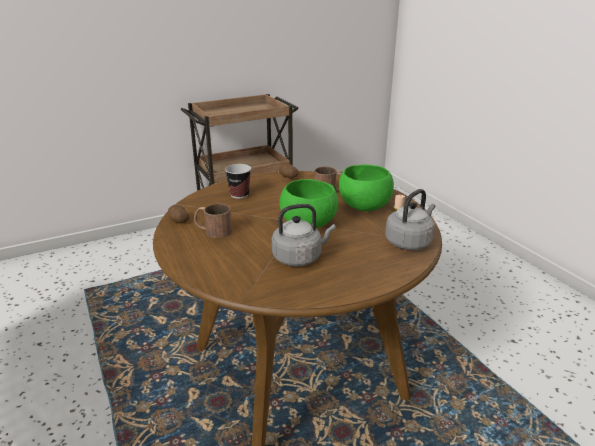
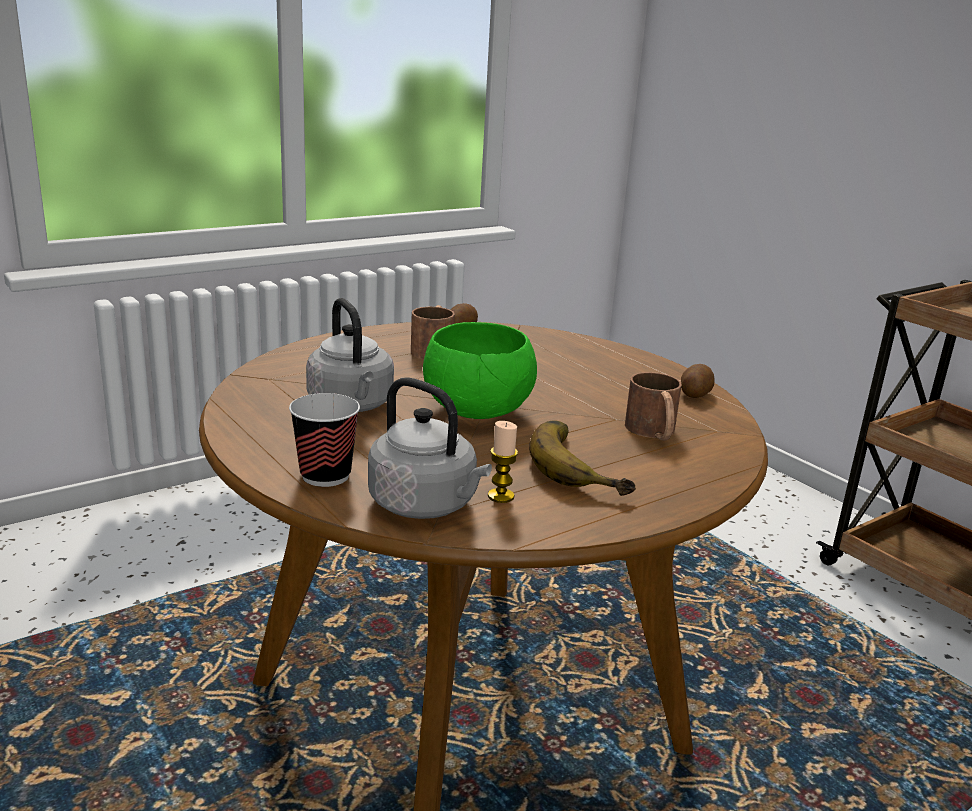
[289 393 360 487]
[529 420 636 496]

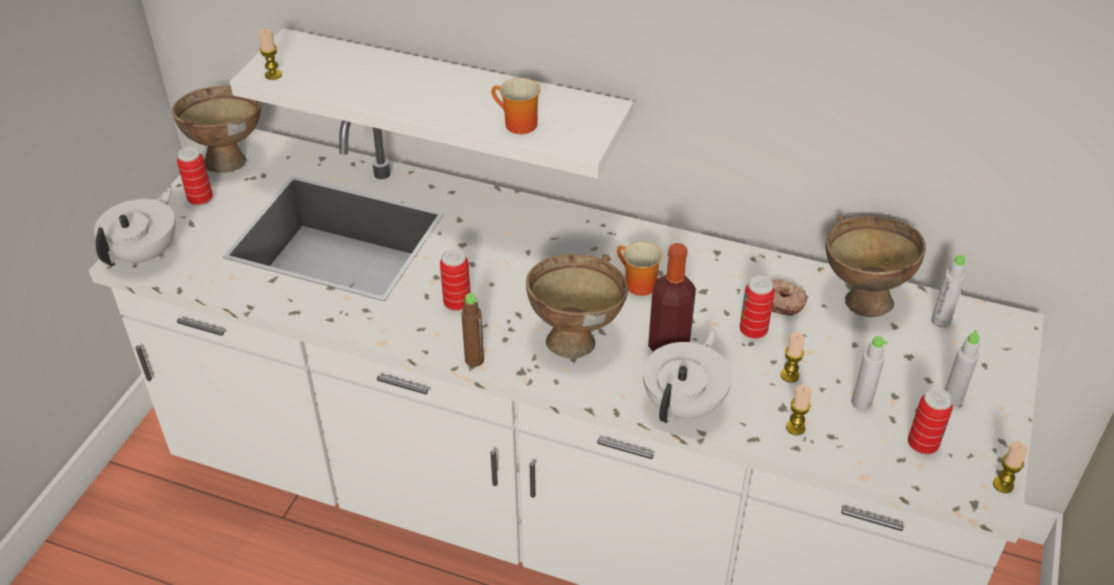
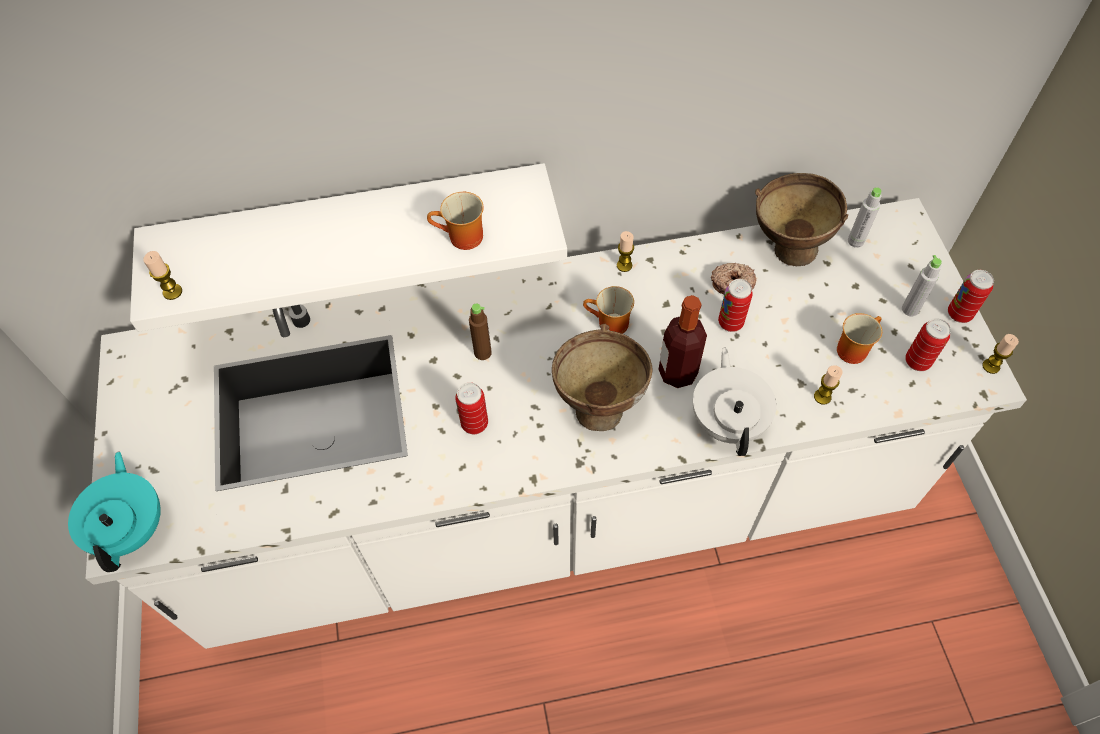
[172 86 261 173] (first image)
[948 270 994 323]
[469 303 492 360]
[617 231 634 272]
[837 313 882 364]
[68 452 161 572]

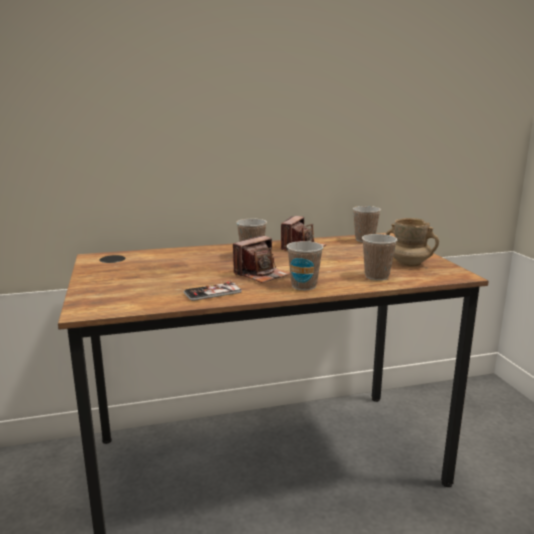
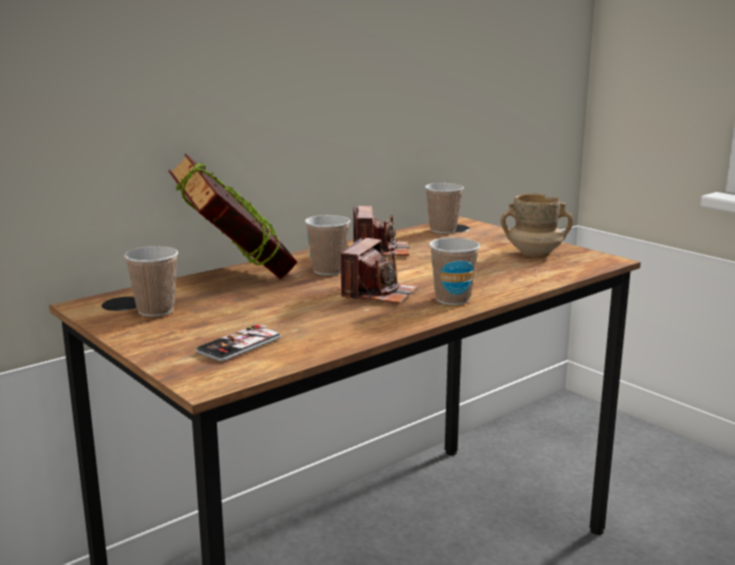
[169 153 297 279]
[196 322 281 361]
[124 246 178 317]

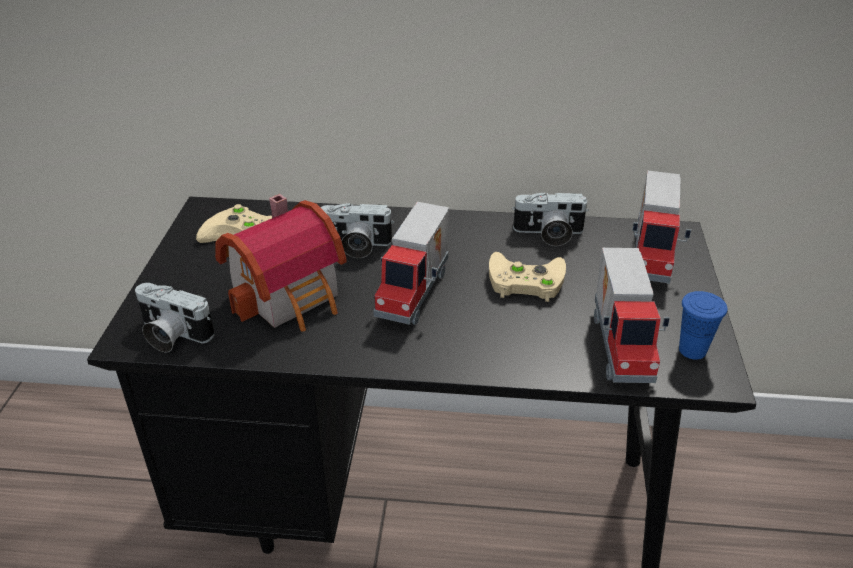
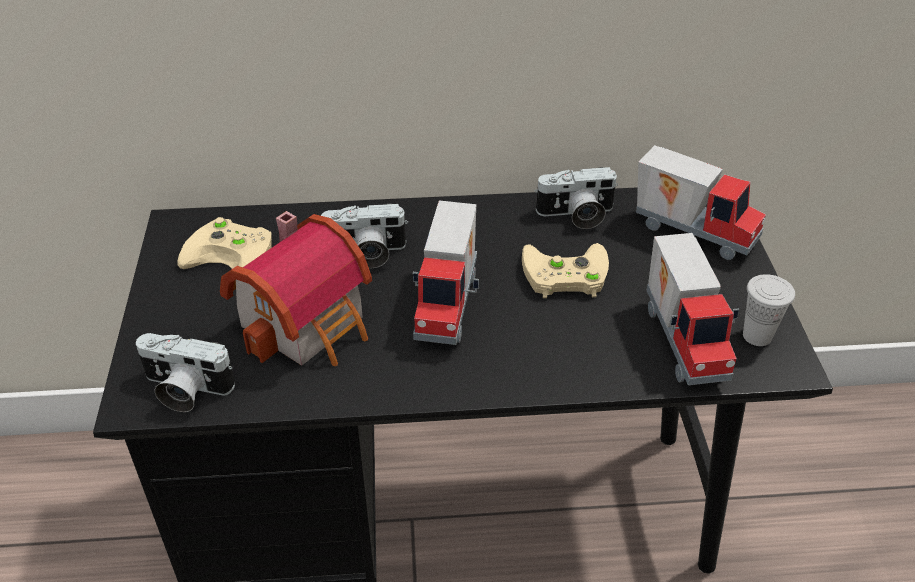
[743 274 795 346]
[636 145 766 260]

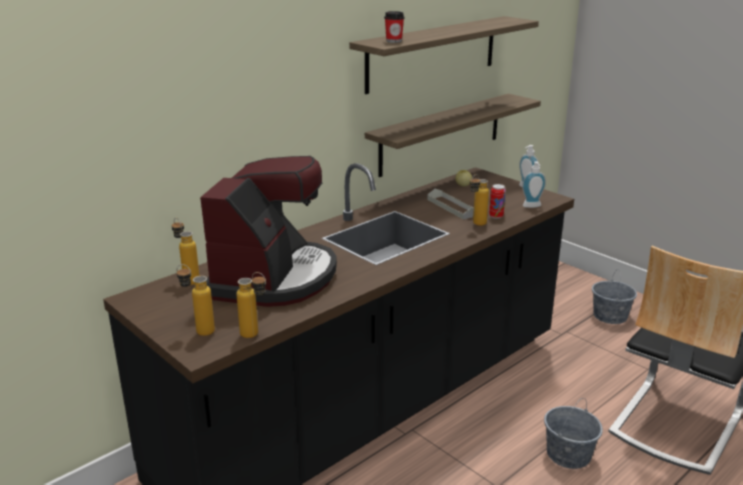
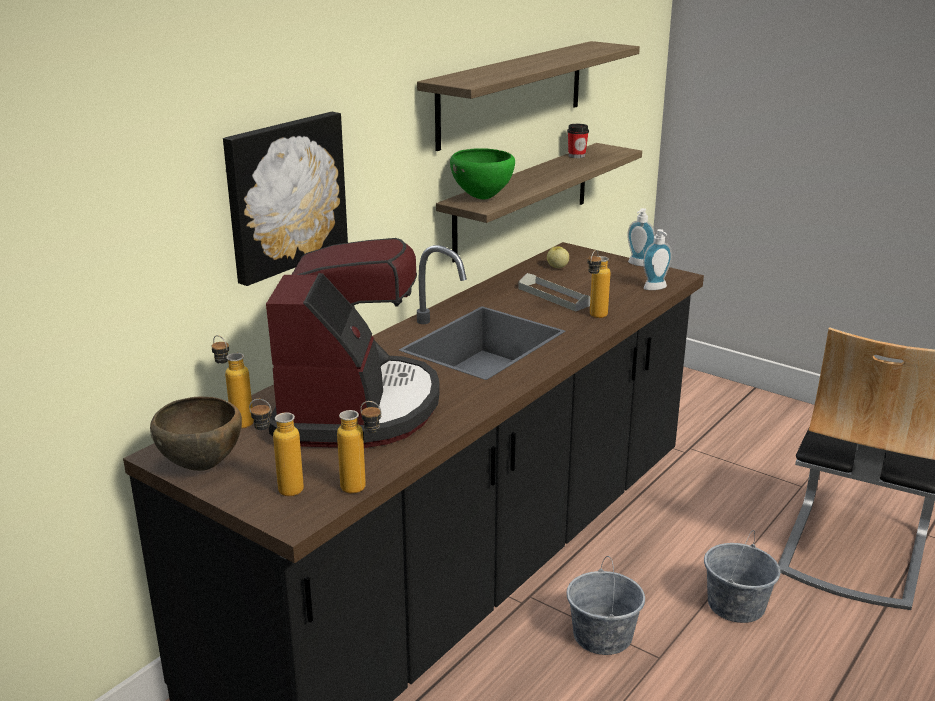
[489 184 506 219] (first image)
[150 396 242 471]
[223 112 348 286]
[450 148 515 199]
[567 124 589 158]
[567 556 645 655]

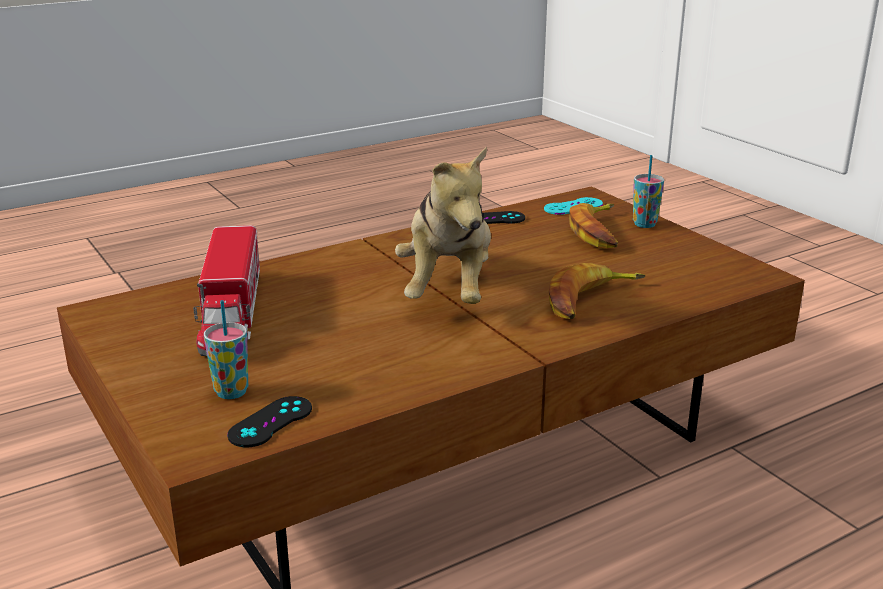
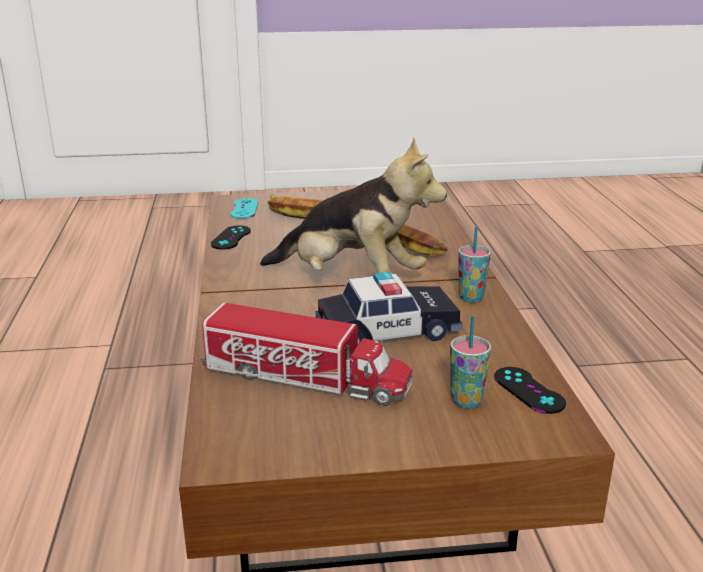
[316 272 463 345]
[459 226 491 302]

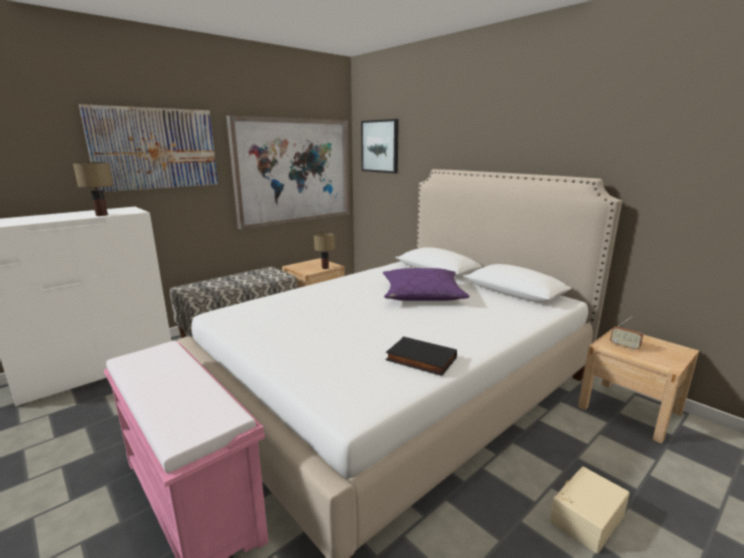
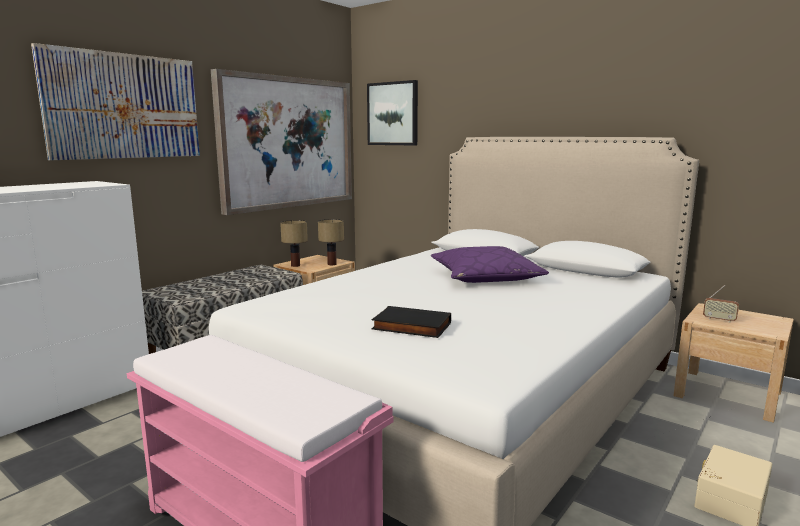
[280 220 308 267]
[372 306 451 338]

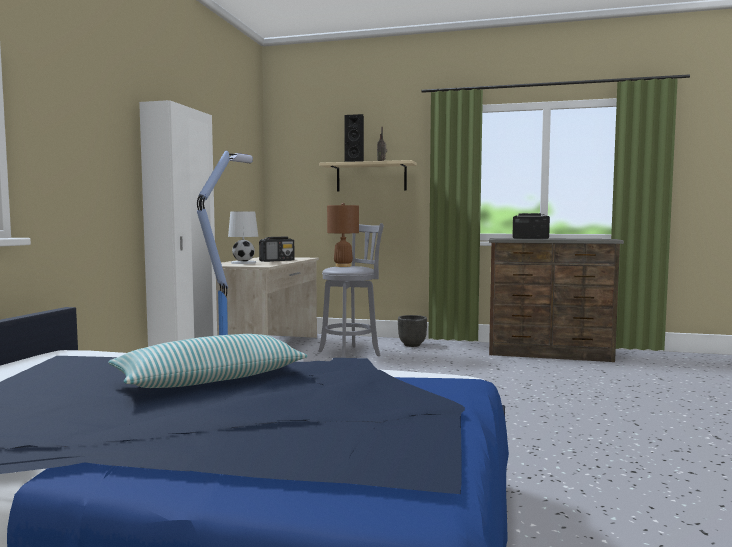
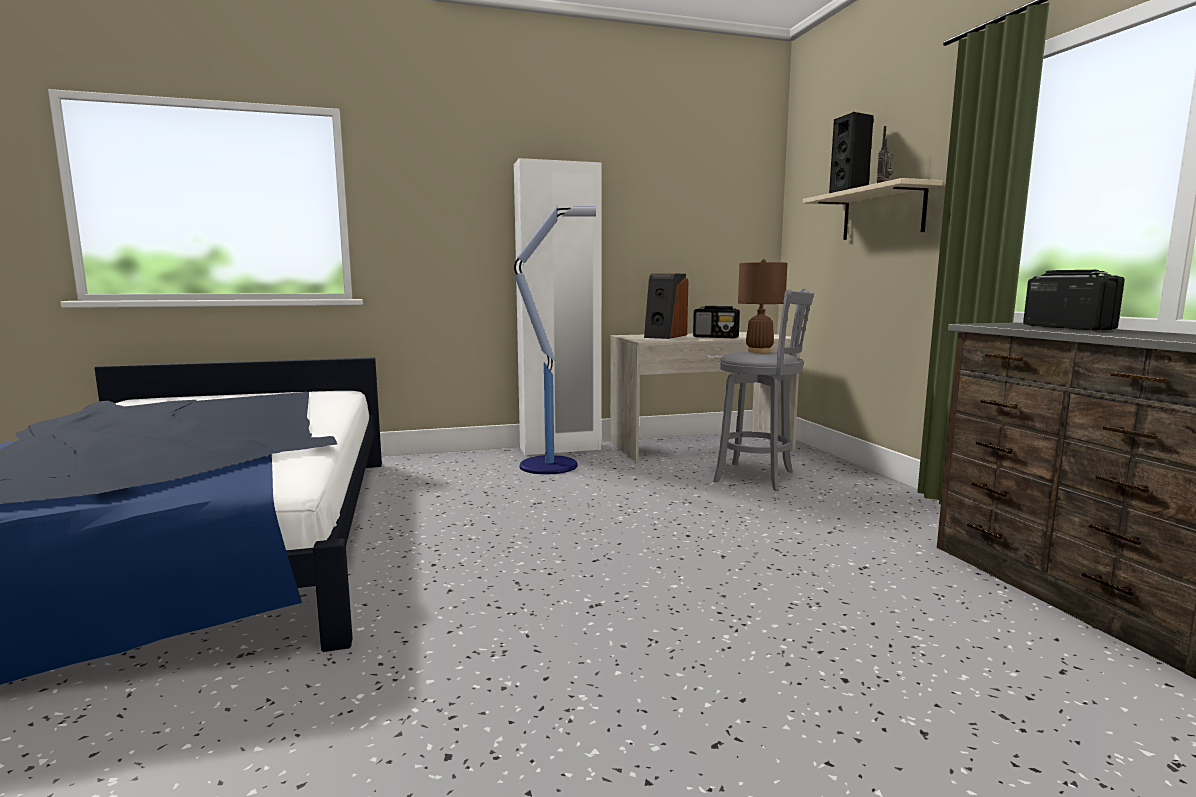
[108 334 308 388] (first image)
[398 315 427 347] (first image)
[644 273 688 339]

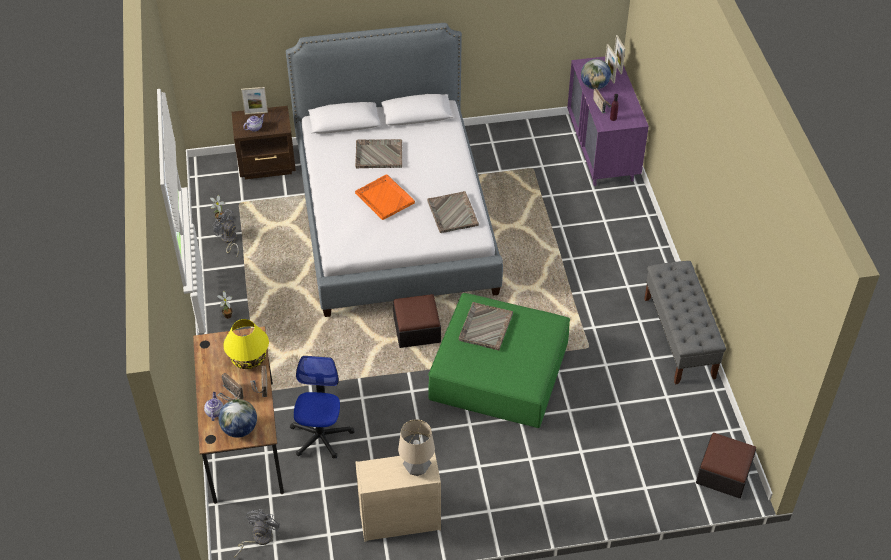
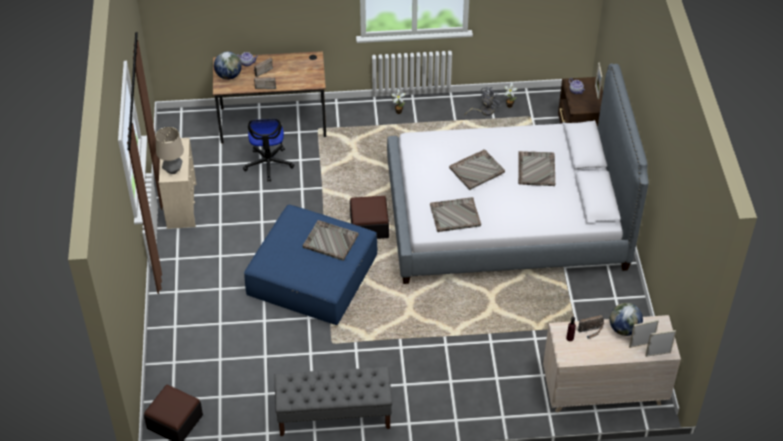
[223 319 269 369] (first image)
[234 509 280 557] (first image)
[449 149 505 190]
[244 205 377 325]
[543 315 681 412]
[243 119 294 182]

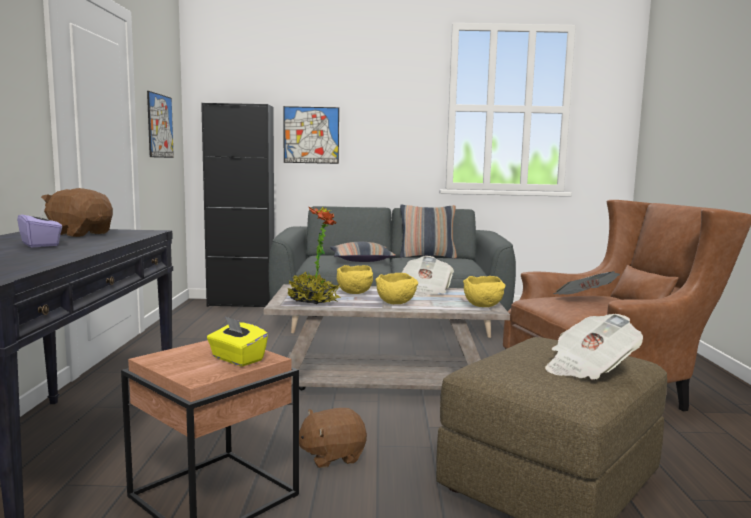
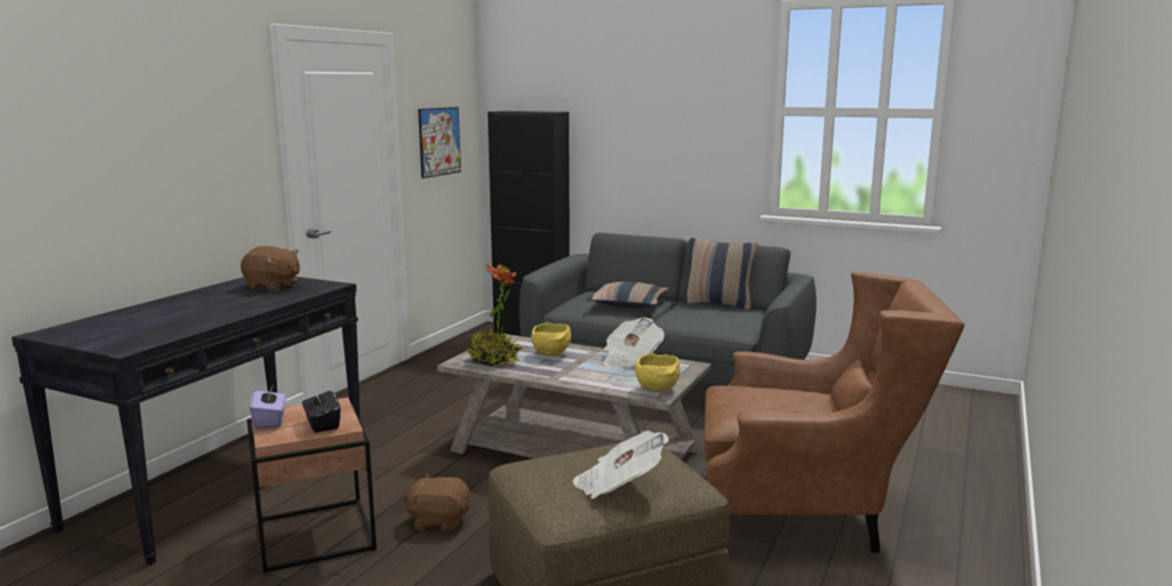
[283 106 339 164] (first image)
[376 273 418 304] (first image)
[553 271 620 295] (first image)
[250 384 286 429]
[302 389 340 433]
[241 246 300 291]

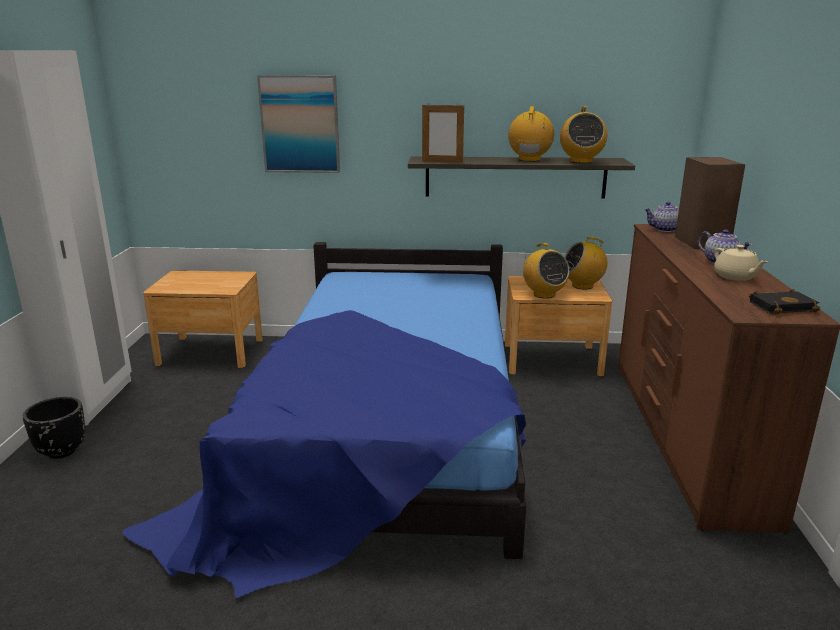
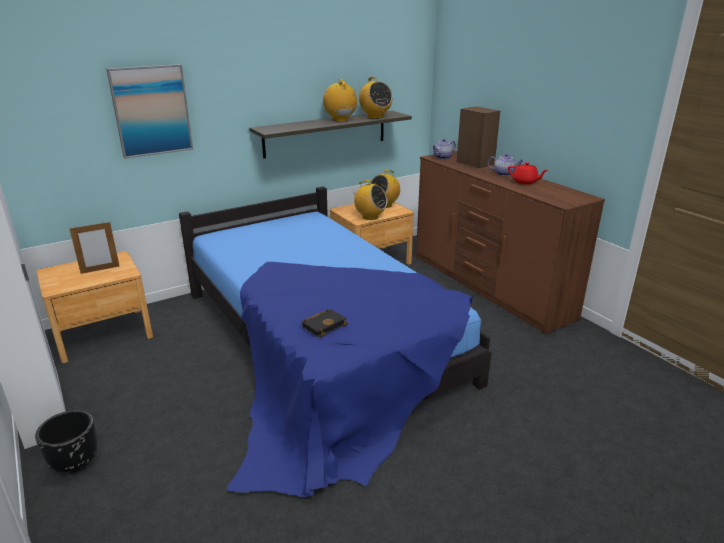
[69 221 119 274]
[301 309 348 338]
[508 162 548 184]

